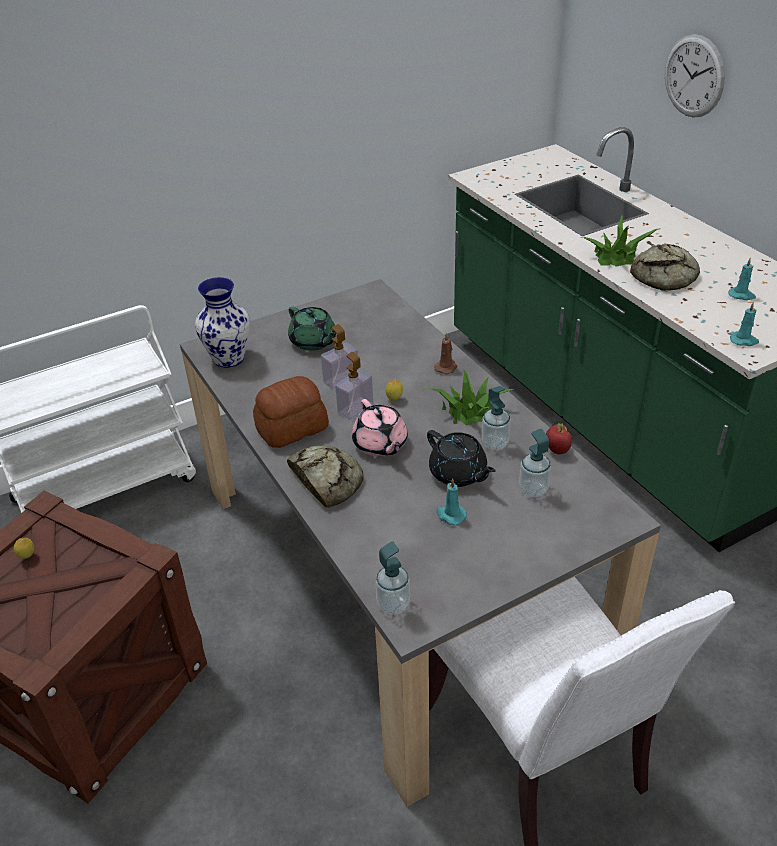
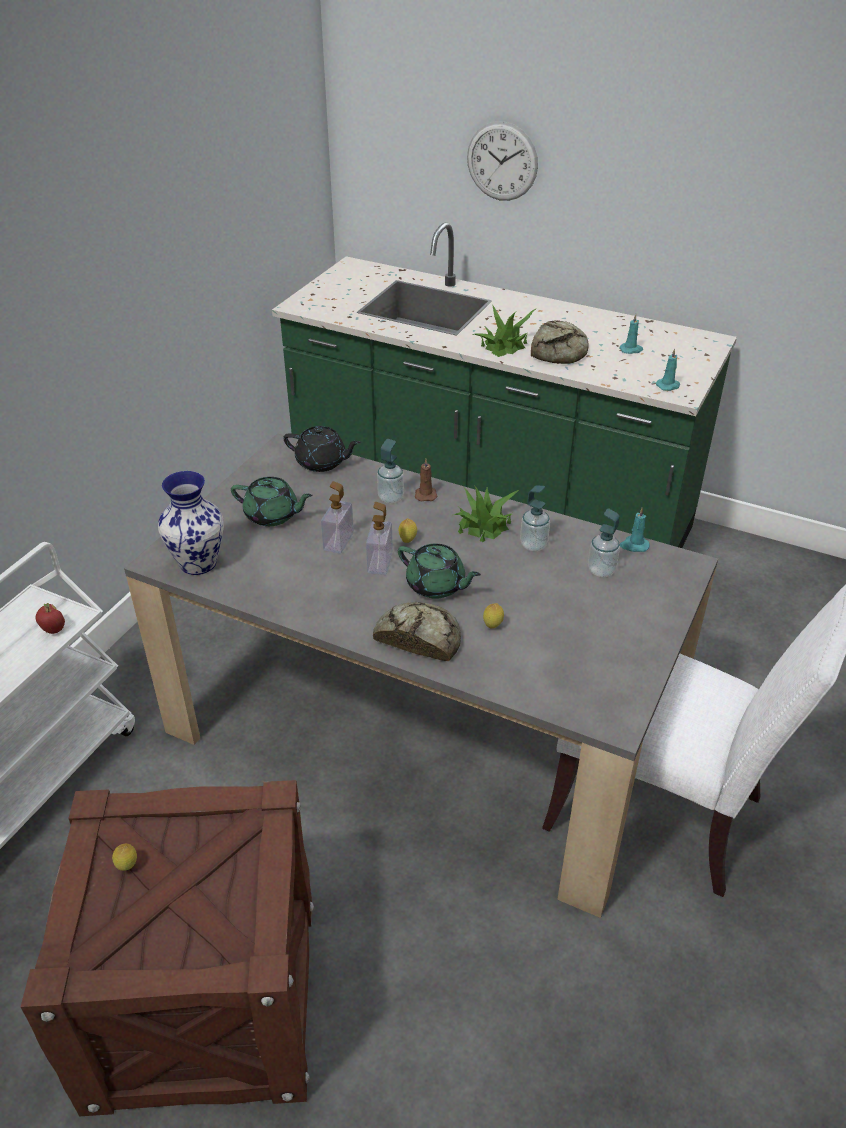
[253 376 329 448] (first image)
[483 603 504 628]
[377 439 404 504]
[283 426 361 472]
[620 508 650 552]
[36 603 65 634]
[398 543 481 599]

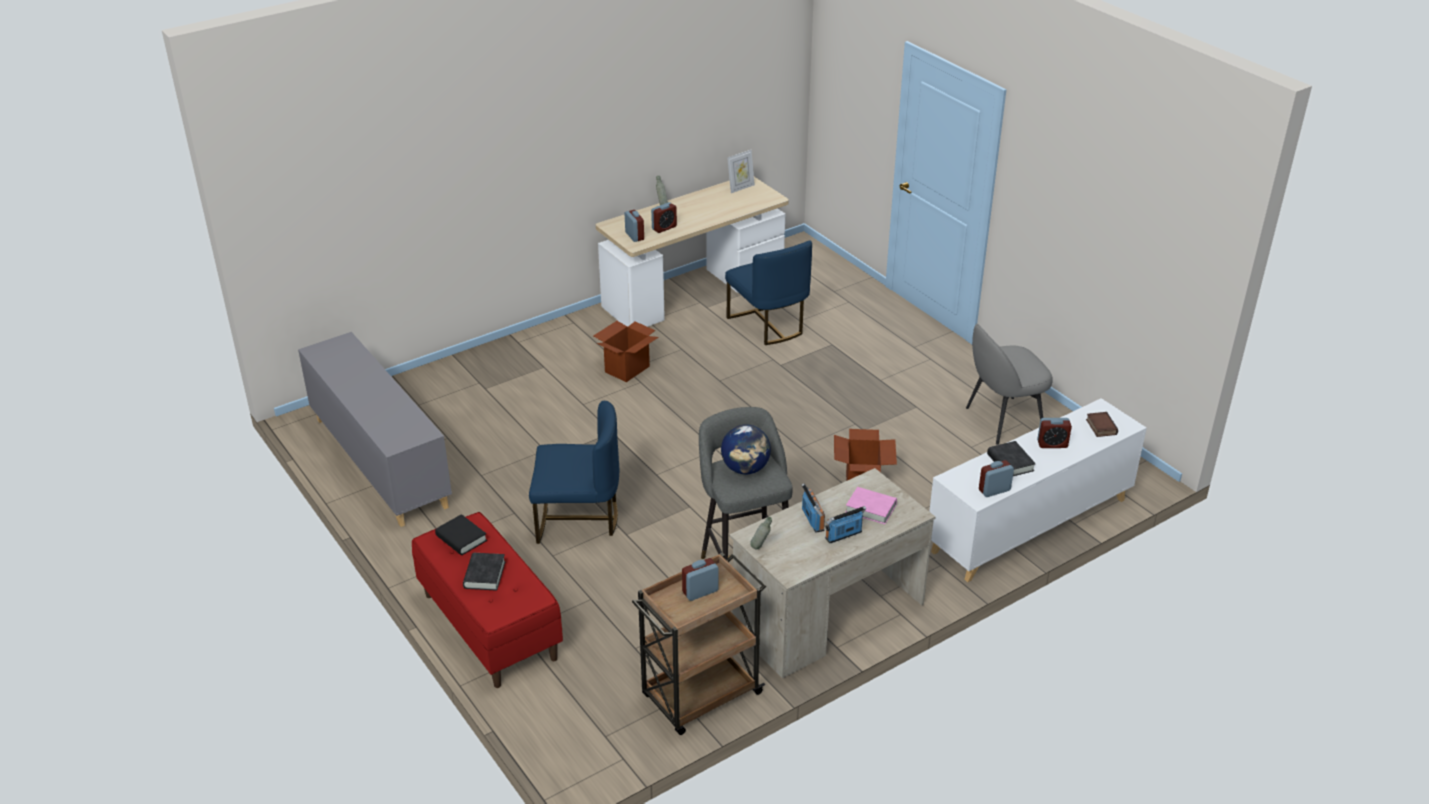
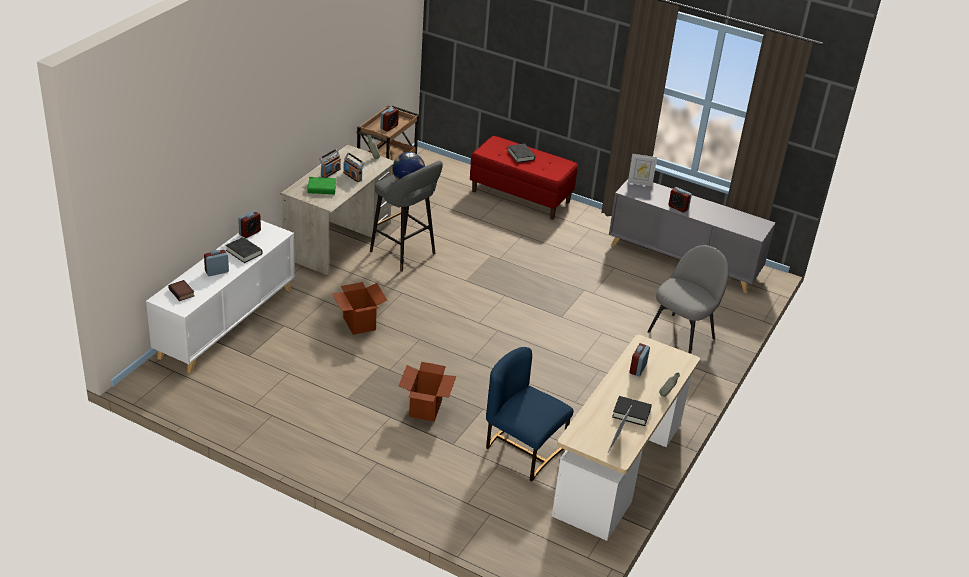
[529 401 619 544] (first image)
[628 154 657 186]
[612 396 652 426]
[398 362 456 422]
[668 187 692 213]
[648 245 729 354]
[307 177 336 194]

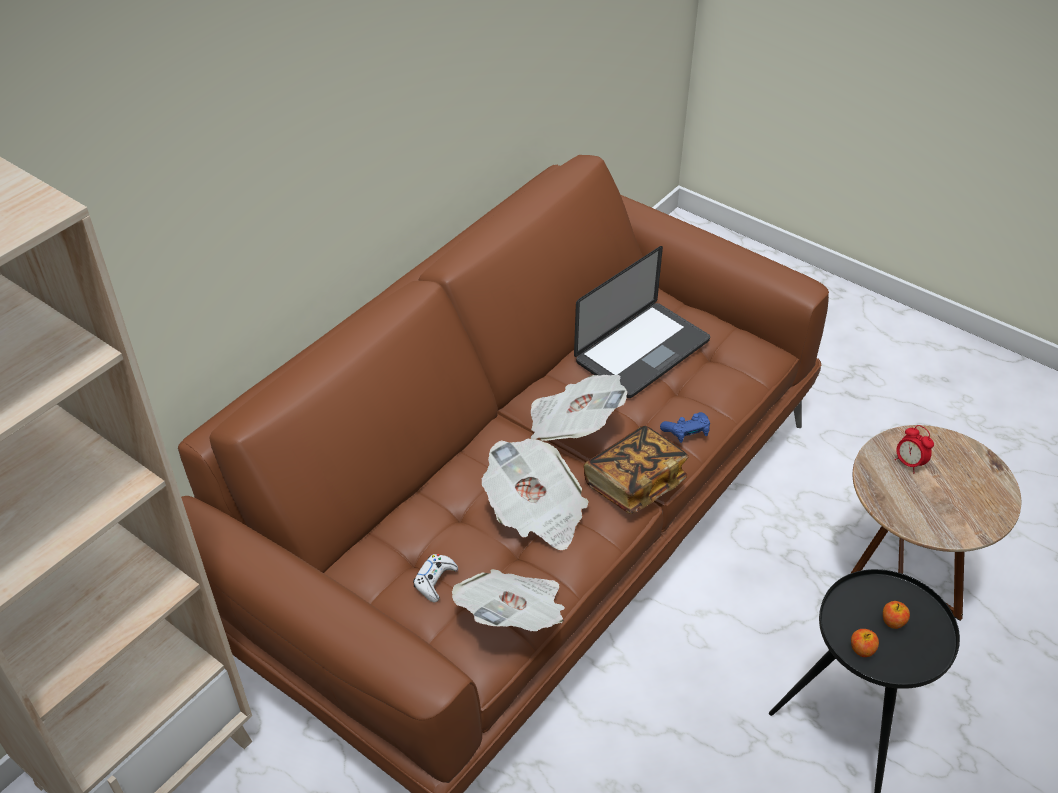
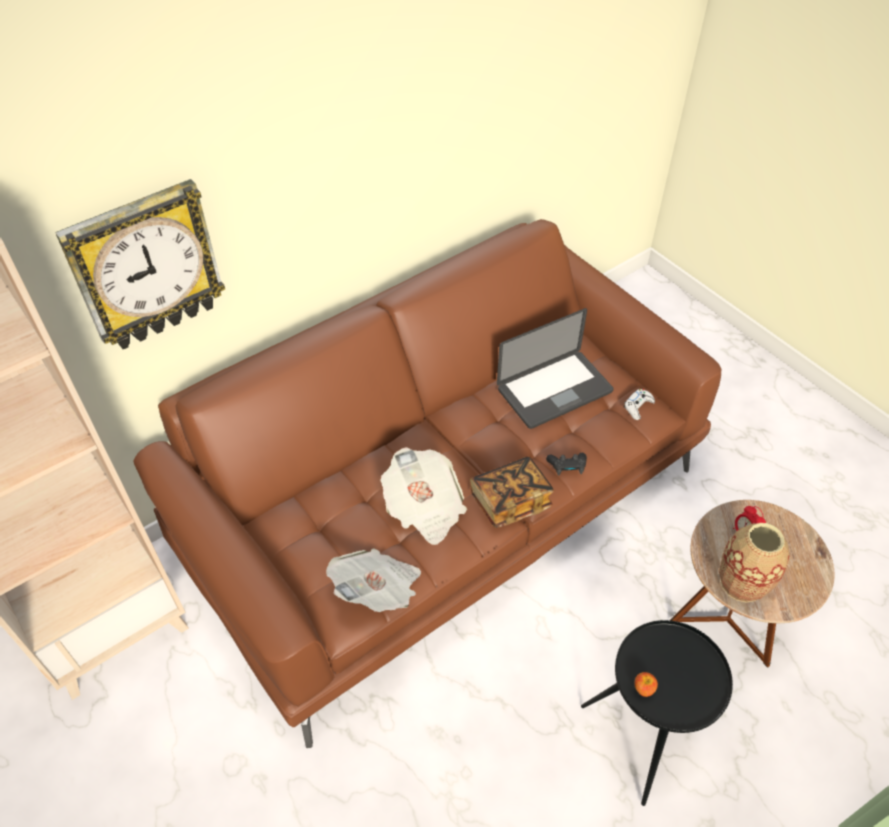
[531 375 627 441] (first image)
[883 601 910 629] (first image)
[55 179 225 350]
[719 523 790 602]
[623 389 655 420]
[546 453 587 476]

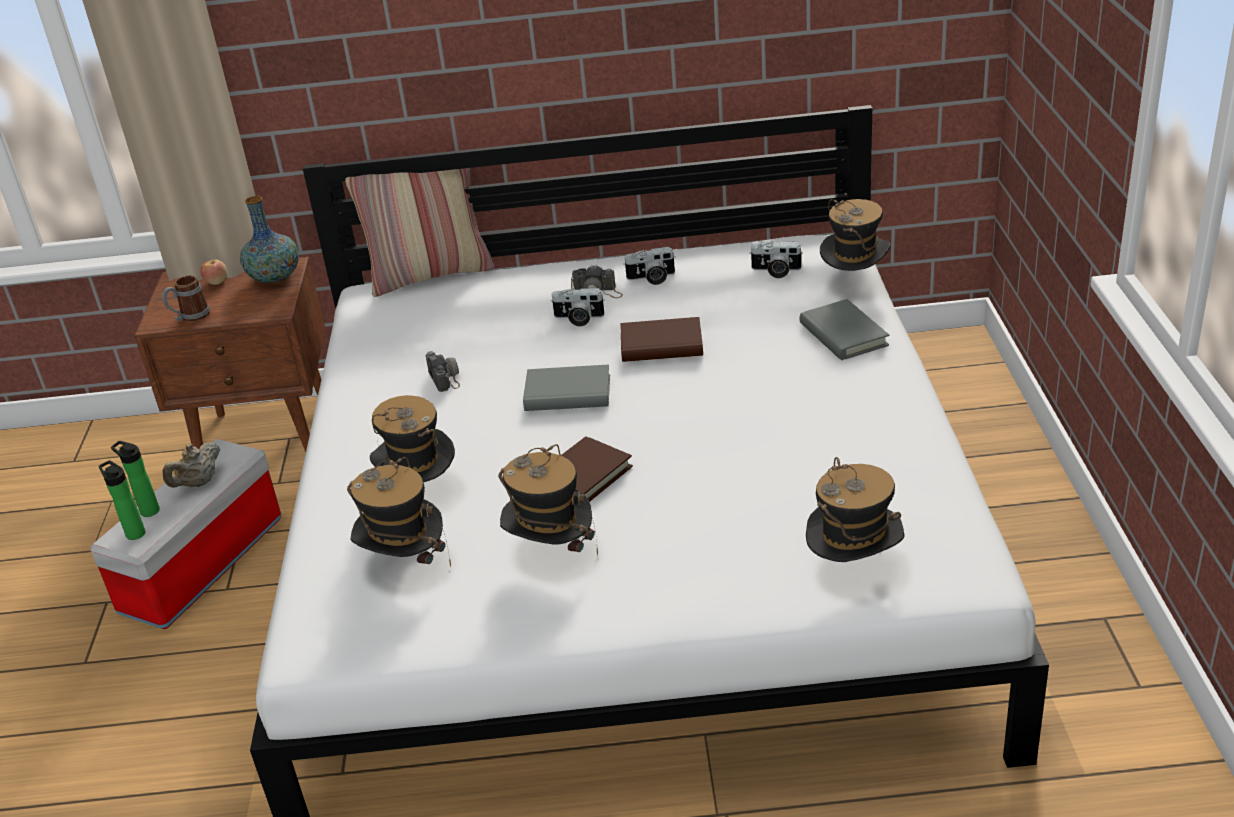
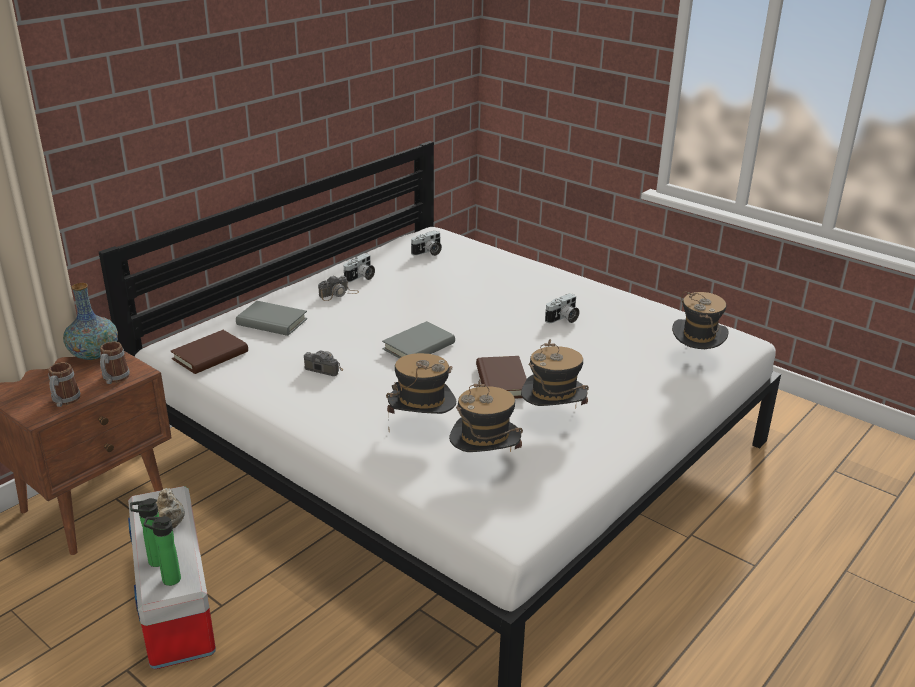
[200 260 227 285] (first image)
[345 168 494 297] (first image)
[820 199 891 271] (first image)
[100 341 130 384]
[545 293 580 323]
[171 330 248 374]
[236 301 307 336]

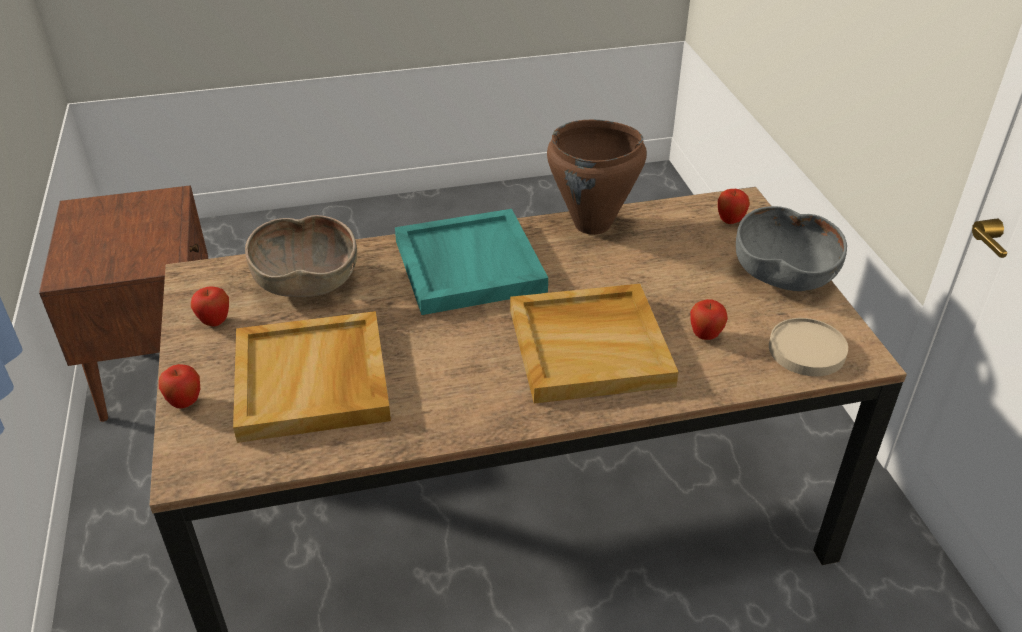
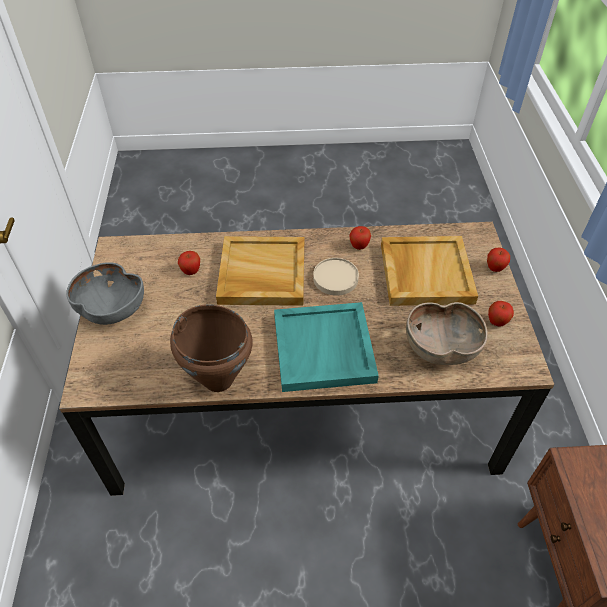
[349 226 371 250]
[313 258 359 296]

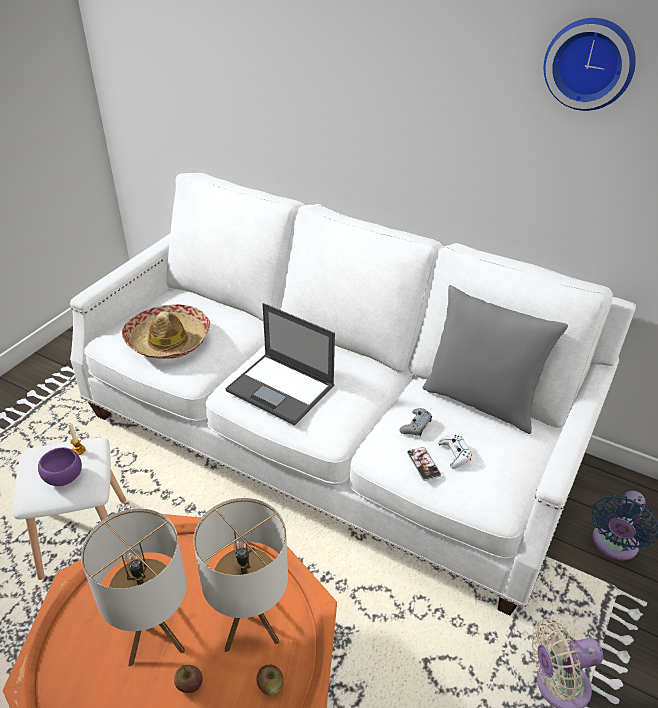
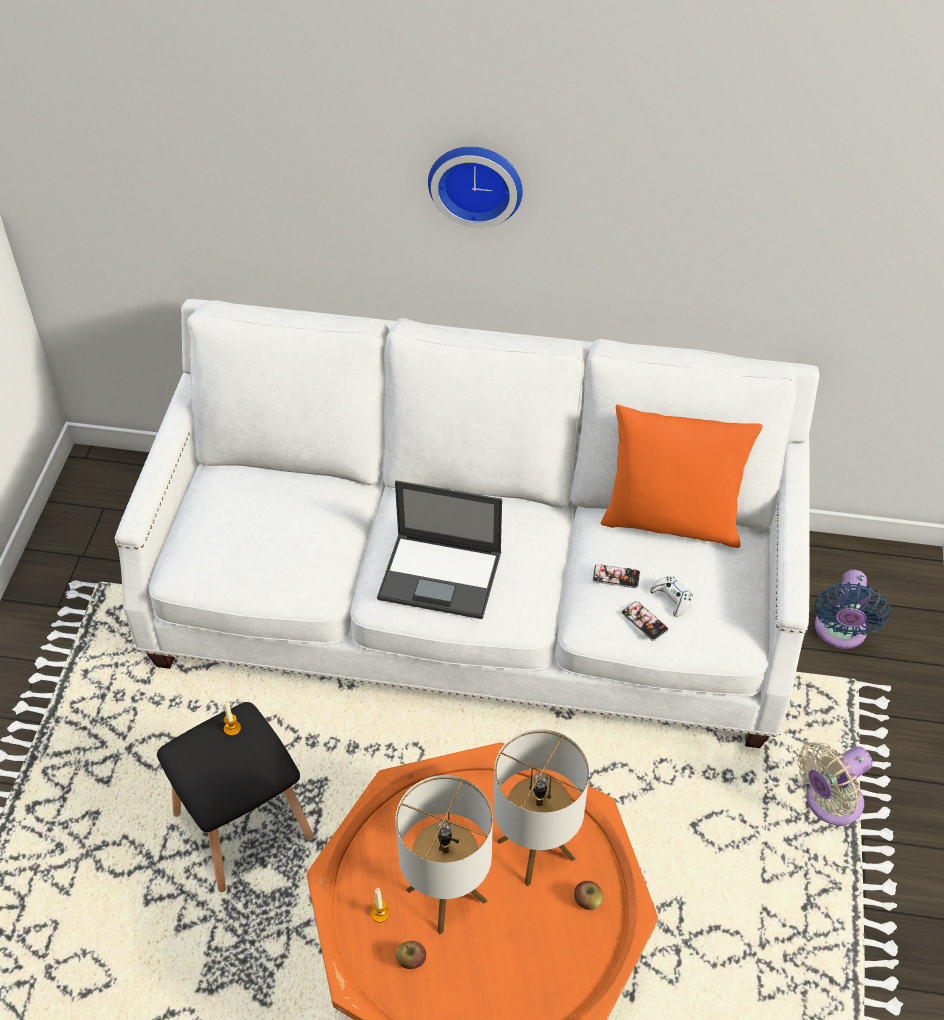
[38 447 82 486] (first image)
[122 304 210 359] (first image)
[371 888 390 923]
[396 941 426 969]
[428 147 523 228]
[592 564 640 588]
[157 702 314 892]
[601 405 763 548]

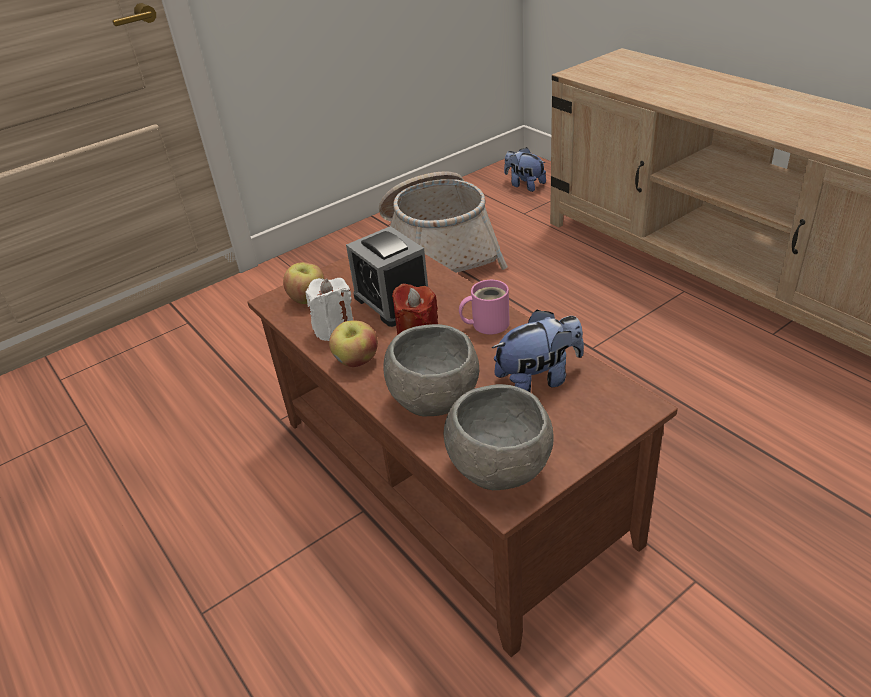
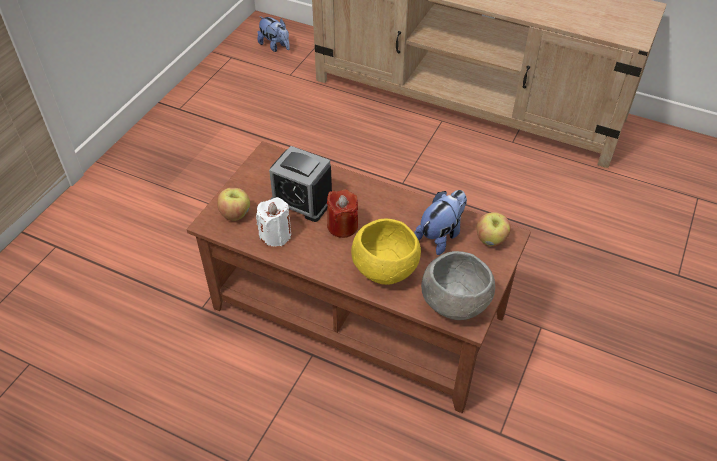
[379 171 508 273] (first image)
[459 280 510 335] (first image)
[477 212 511 246]
[351 218 421 285]
[257 16 290 52]

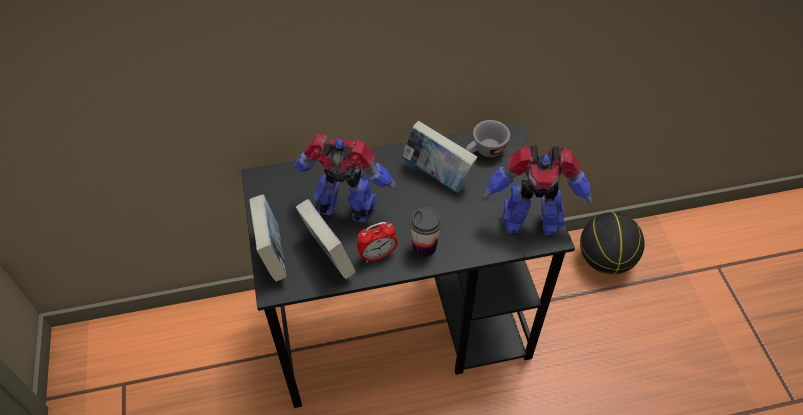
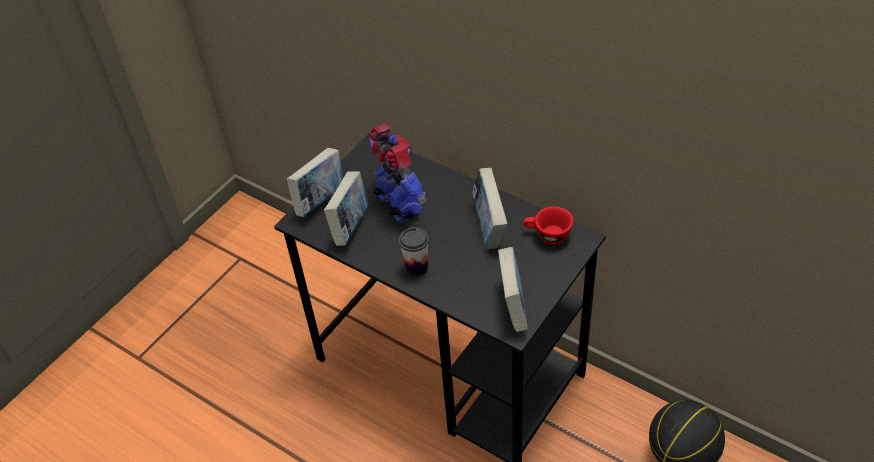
[357 222 398 263] (first image)
[498 247 528 332]
[523 206 573 245]

